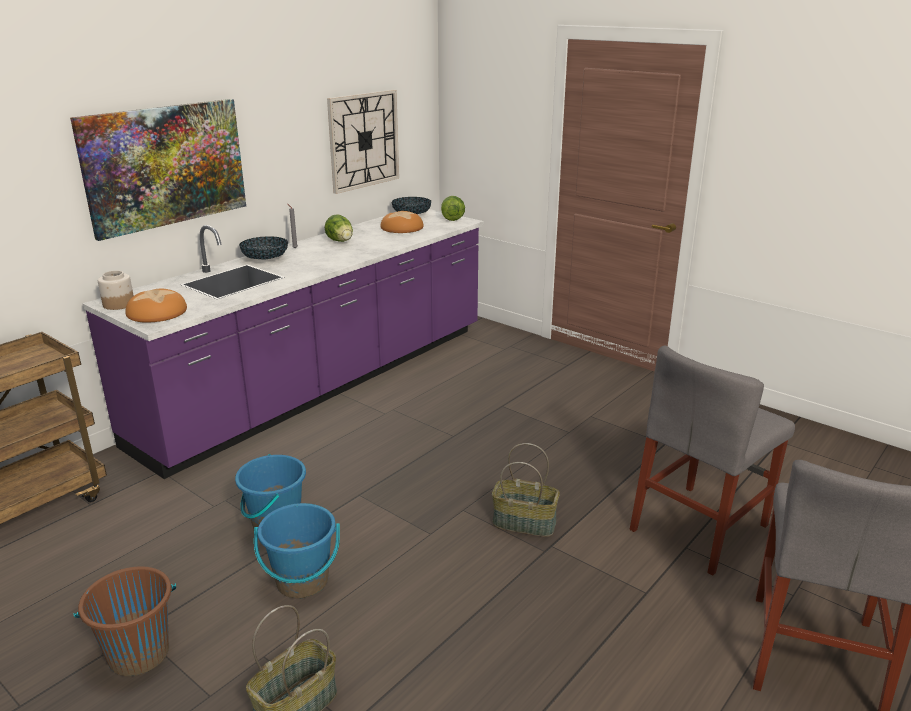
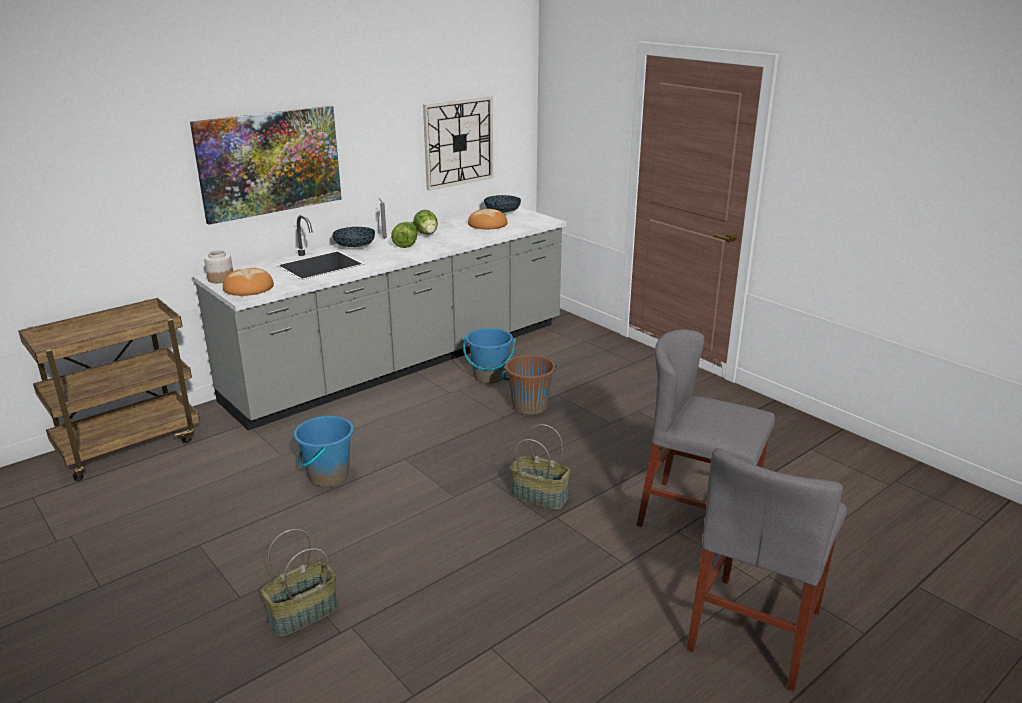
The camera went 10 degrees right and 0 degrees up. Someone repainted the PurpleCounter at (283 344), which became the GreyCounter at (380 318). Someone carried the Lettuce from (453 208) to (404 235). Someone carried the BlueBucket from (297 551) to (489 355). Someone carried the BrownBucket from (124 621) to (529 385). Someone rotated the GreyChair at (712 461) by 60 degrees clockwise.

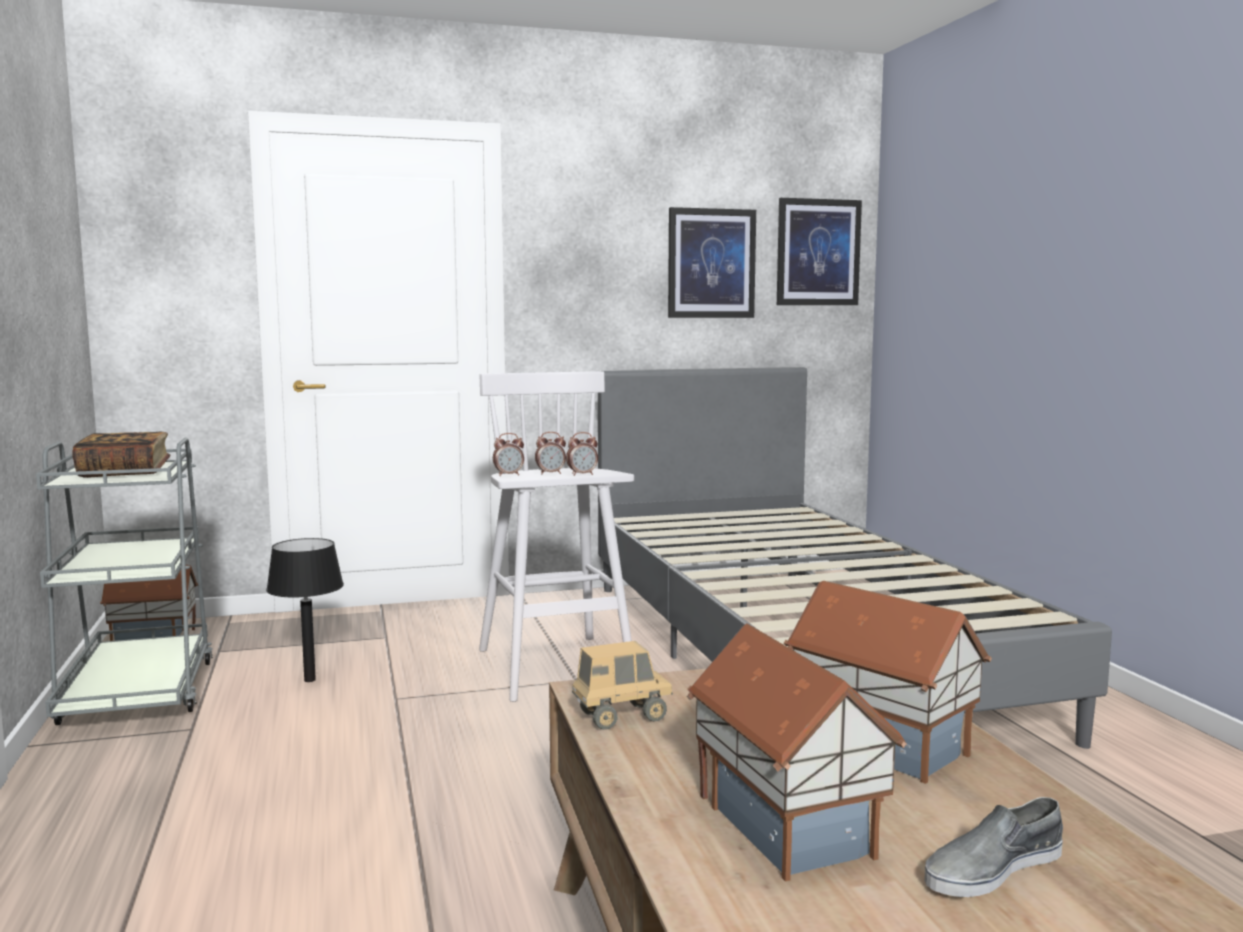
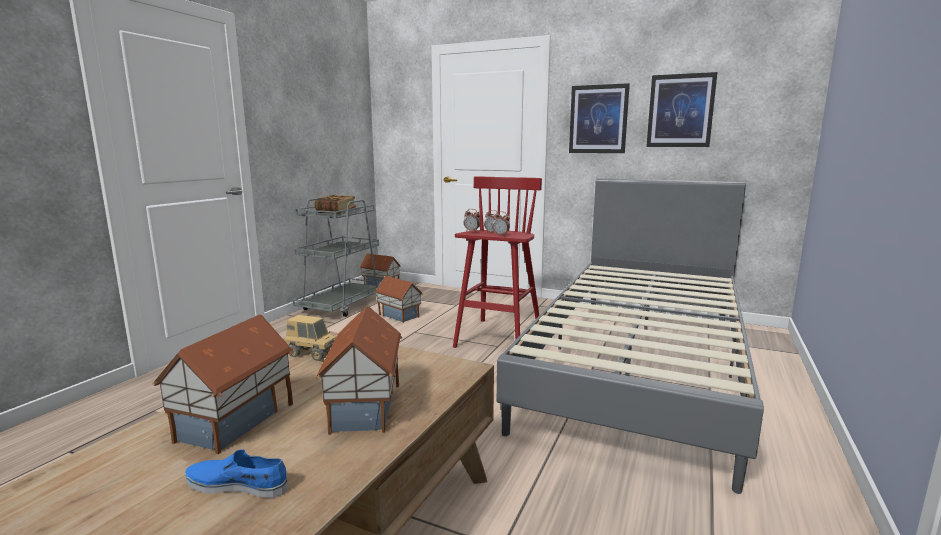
The camera went 40 degrees right and 5 degrees up. Someone repainted the GreyShoe at (993 847), which became the BlueShoe at (236 473). Someone swapped the BlackTableLamp at (305 610) for the ToyHouse at (398 299). Someone repainted the WhiteStool at (556 536), which became the RedStool at (497 262). Someone carried the Picture from (819 251) to (599 118).

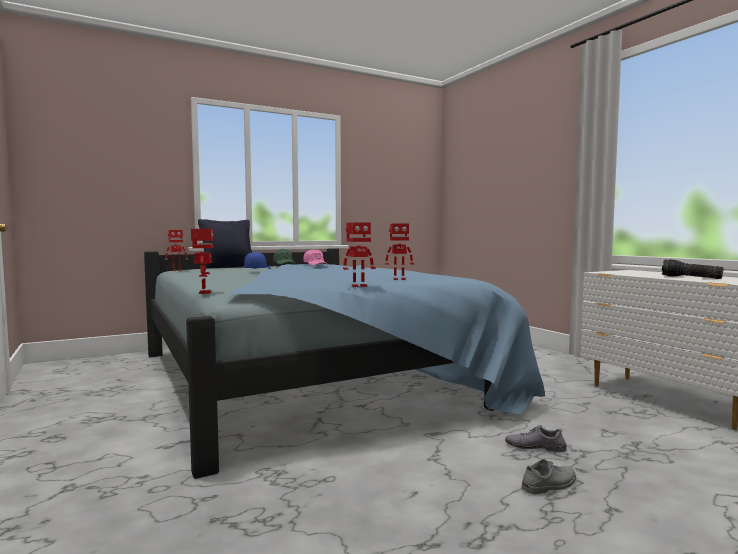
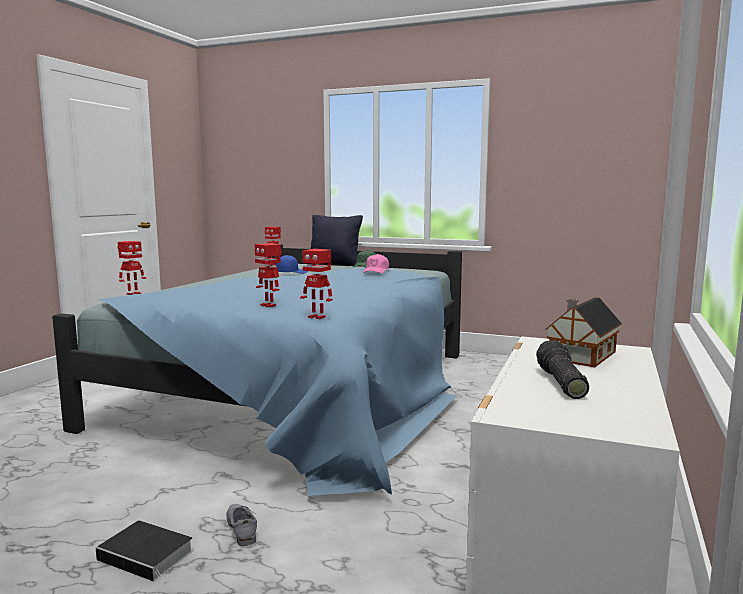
The camera went 50 degrees right and 5 degrees up. Someone swapped the GreyShoe at (548 477) for the Book at (144 551). Someone carried the ToyRobot from (359 254) to (316 284). Someone put down the ToyHouse at (583 332).

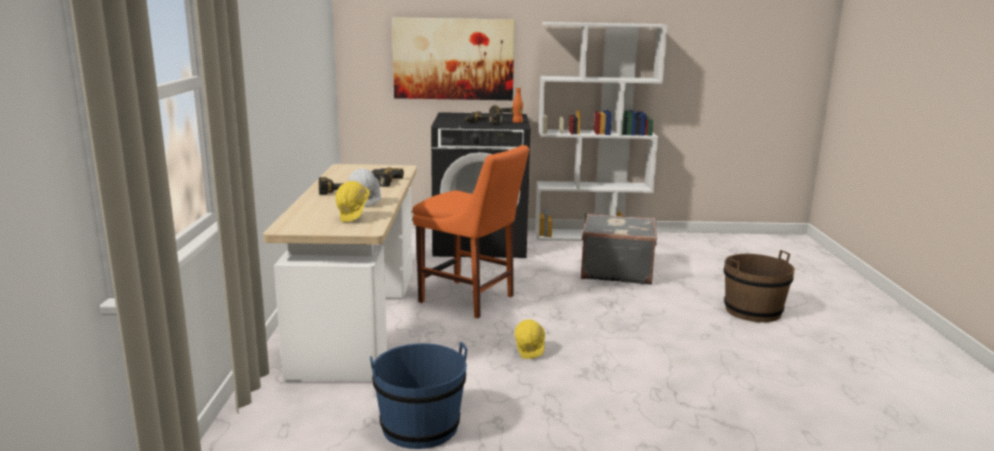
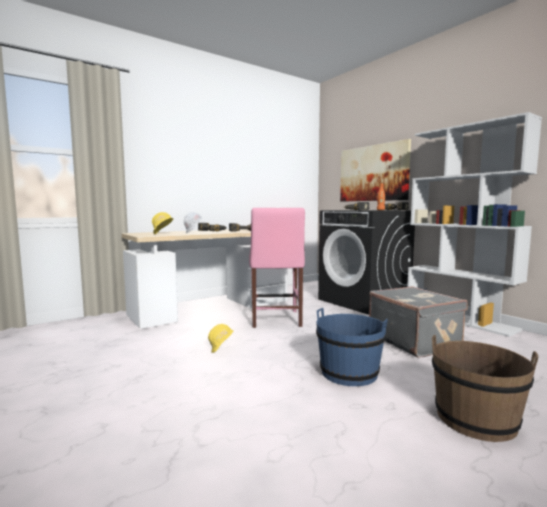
The camera went 55 degrees right and 10 degrees down. Someone repainted the OrangeChair at (471 231), which became the PinkChair at (277 268). Someone carried the BlueBucket from (418 395) to (352 347).

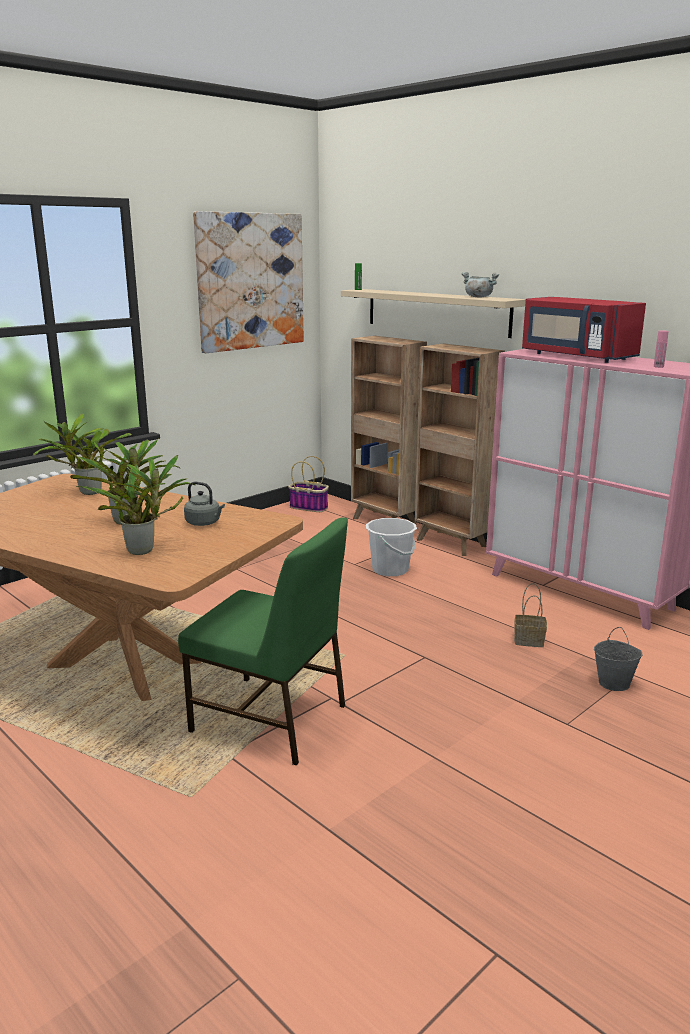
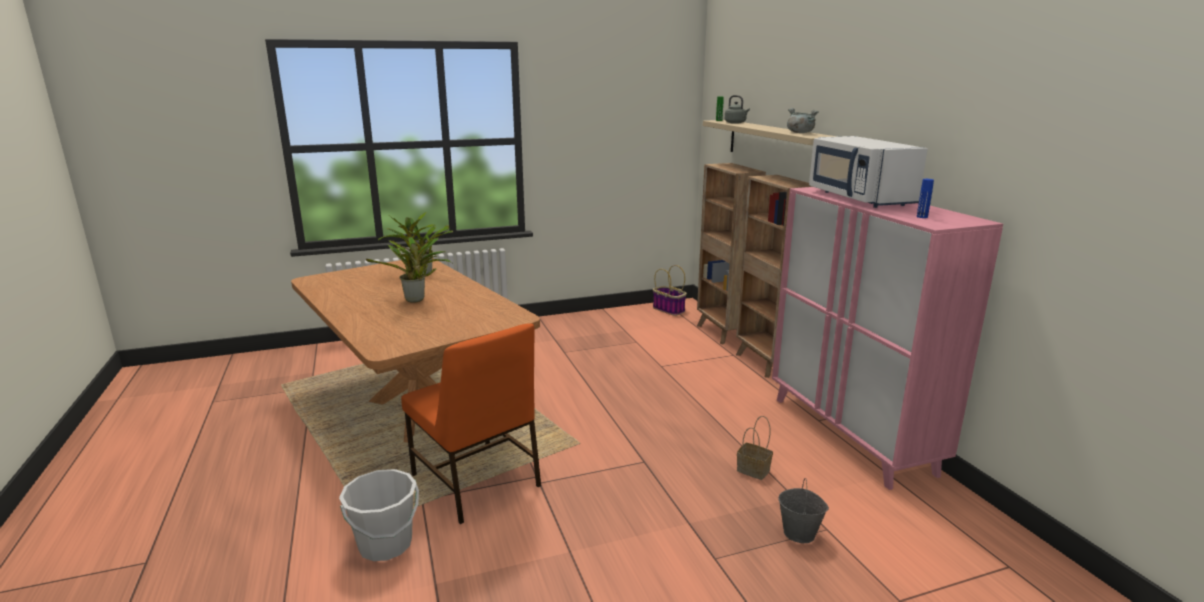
The camera went 25 degrees right and 0 degrees up. Someone carried the WhiteBucket from (391 547) to (379 515). Someone repainted the GreenChair at (263 641), which became the OrangeChair at (471 423). Someone carried the GreyKettle from (204 504) to (737 109). Someone repainted the RedMicrowave at (584 330), which became the WhiteMicrowave at (868 172). Someone repainted the PinkBottle at (661 349), which became the BlueBottle at (925 198). Someone took away the PottedPlant at (135 505). Someone took away the Picture at (248 282).

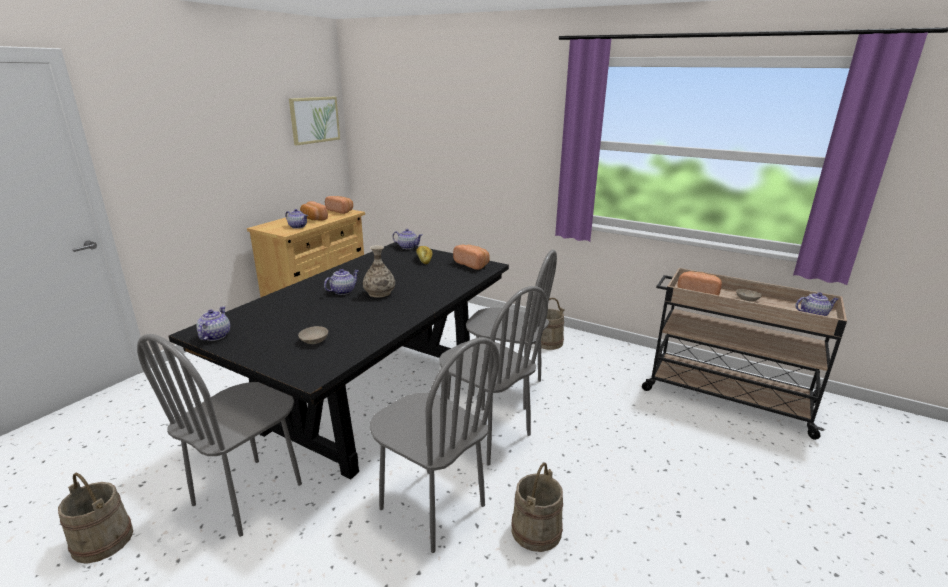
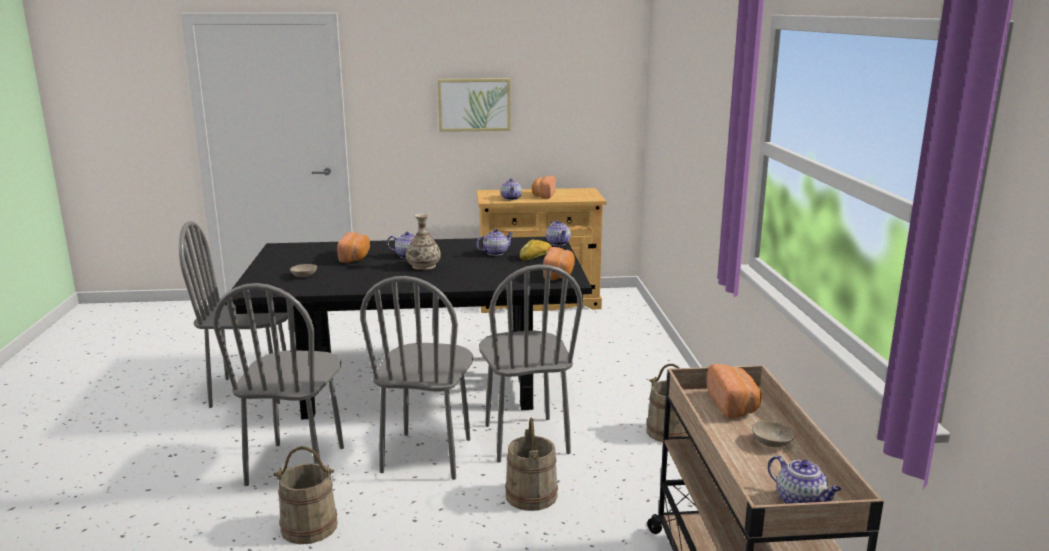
The camera went 55 degrees right and 5 degrees down. Someone carried the Bread from (339 205) to (353 247). Someone carried the Picture from (314 121) to (474 105). Someone carried the Teapot from (213 323) to (495 242). Someone carried the BeigeBucket from (95 518) to (531 464).

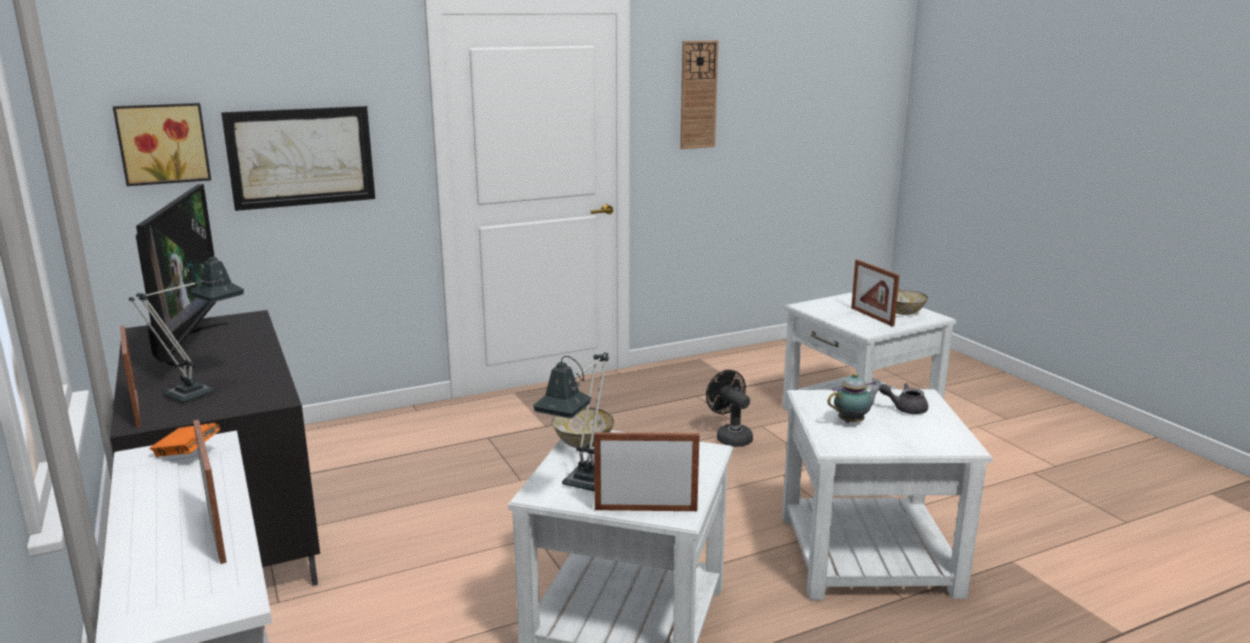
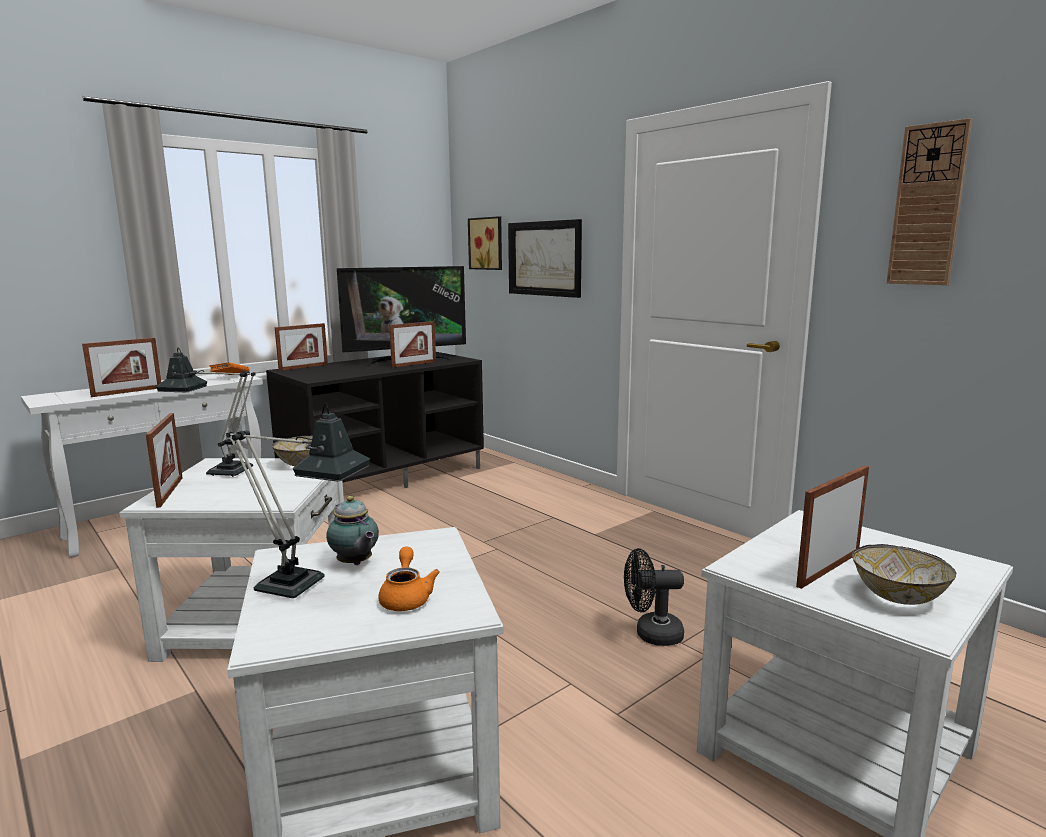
The camera went 75 degrees right and 5 degrees down. Someone carried the TableLamp from (186 327) to (298 501). Someone repainted the GreyTeapot at (903 398), which became the OrangeTeapot at (409 579). Someone put down the PictureFrame at (412 344). Someone rotated the BlackFan at (729 408) by 135 degrees counterclockwise.

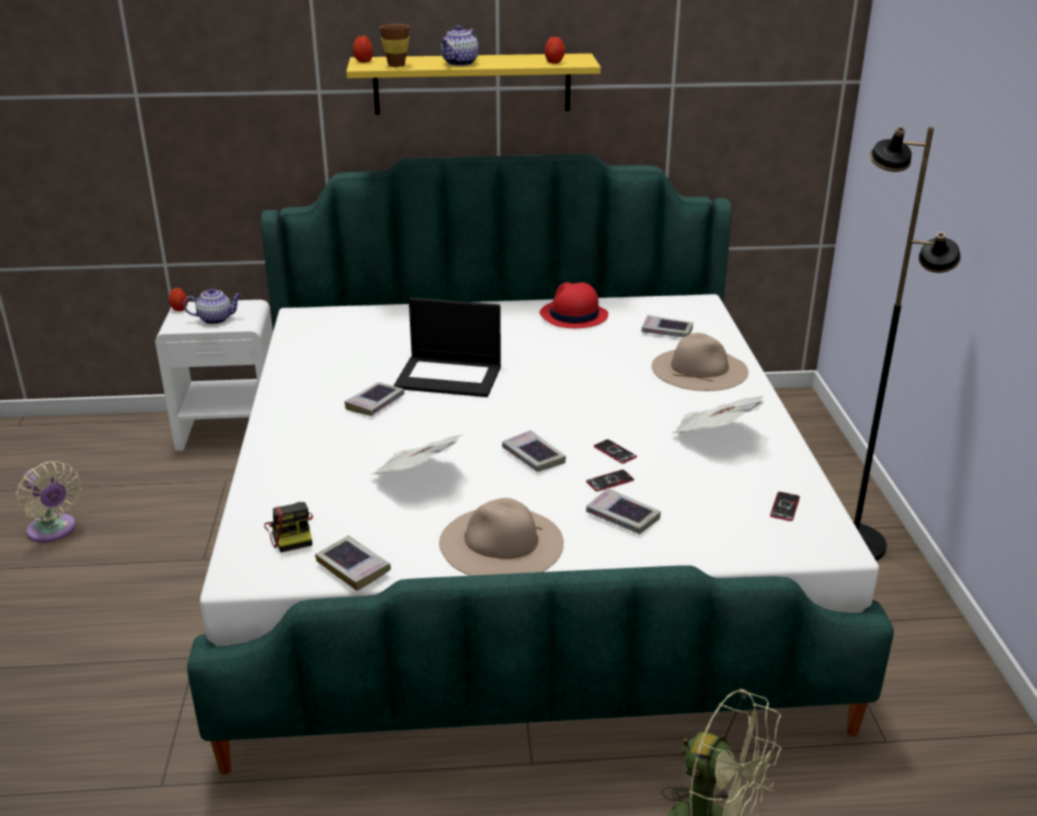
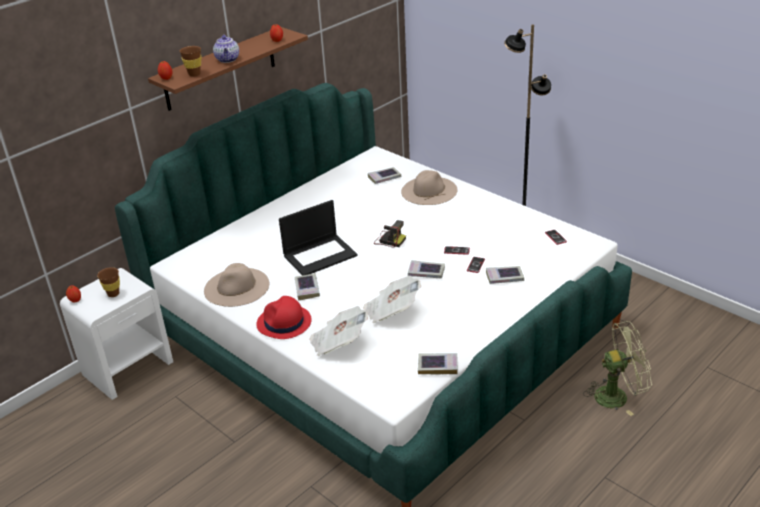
The camera went 40 degrees left and 5 degrees up. Someone swapped the Teapot at (212 306) for the BrownCup at (108 282). Someone repainted the YellowShelf at (473 84), which became the BrownShelf at (228 69). Someone carried the BeigeHat from (501 537) to (236 285). Someone carried the RedHat from (574 305) to (284 317). Someone carried the Newspaper from (718 414) to (338 331). Someone carried the PhotoCamera from (288 527) to (390 233). Someone took away the BeigeFan at (48 502).

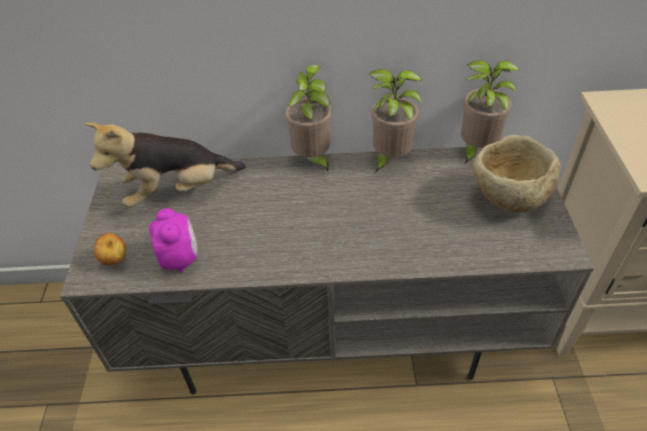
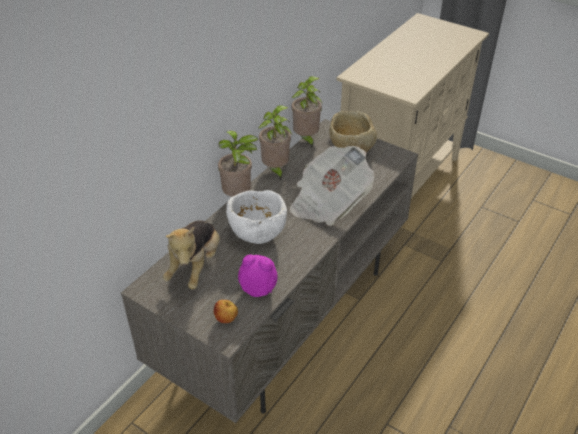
The camera went 55 degrees left and 5 degrees down. Someone put down the WhiteBowl at (256 217). Someone put down the Newspaper at (331 186).

